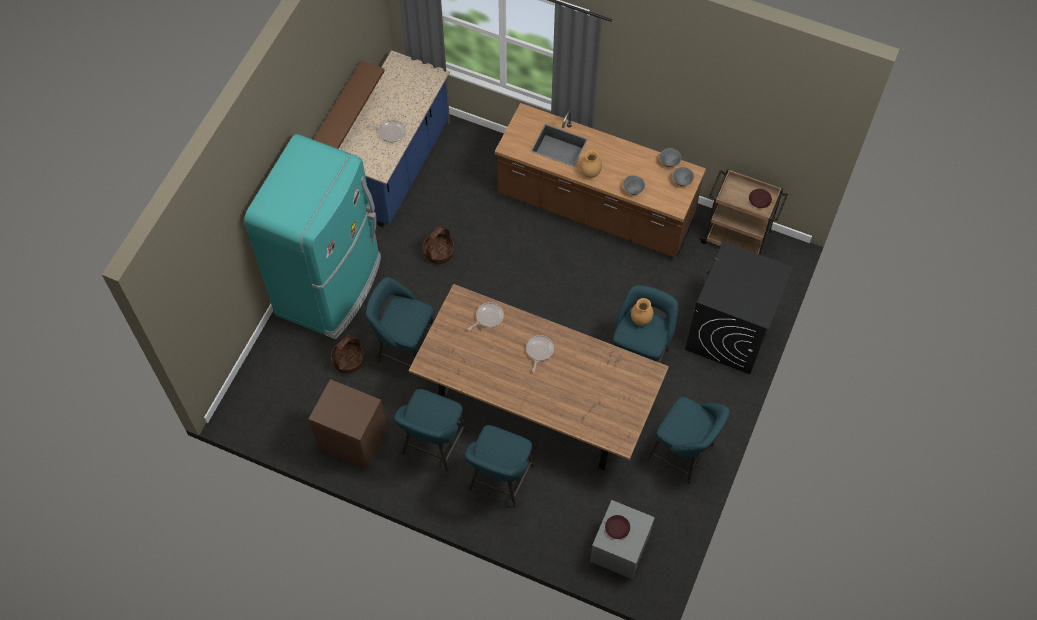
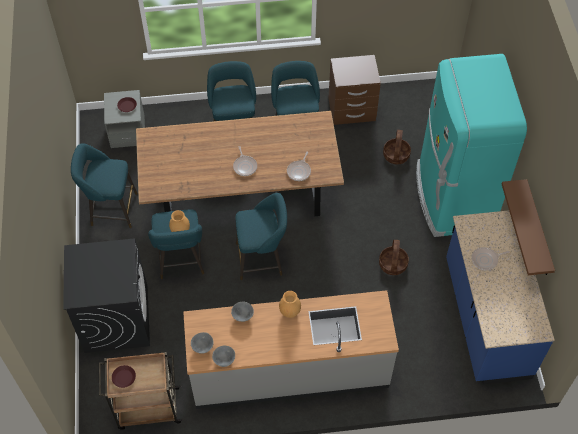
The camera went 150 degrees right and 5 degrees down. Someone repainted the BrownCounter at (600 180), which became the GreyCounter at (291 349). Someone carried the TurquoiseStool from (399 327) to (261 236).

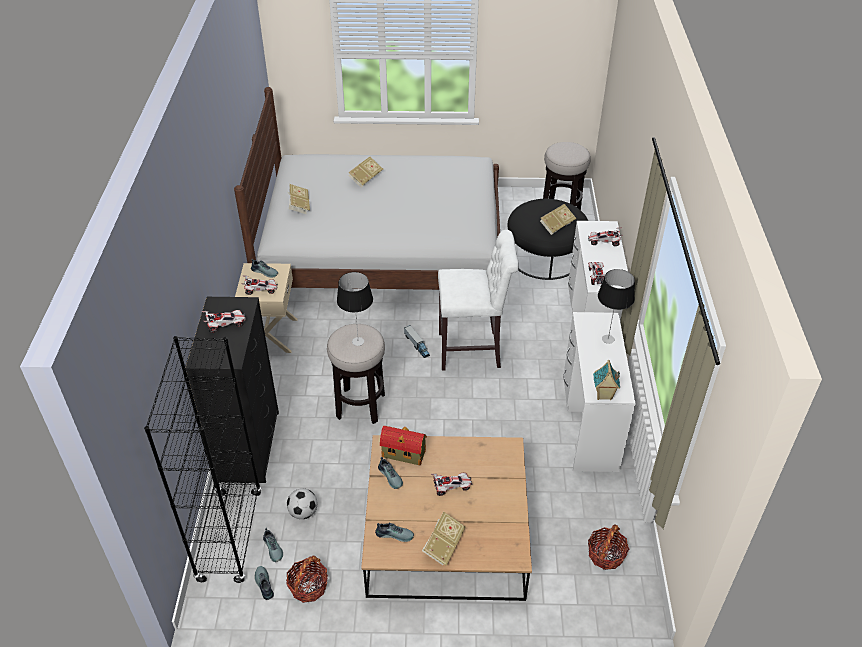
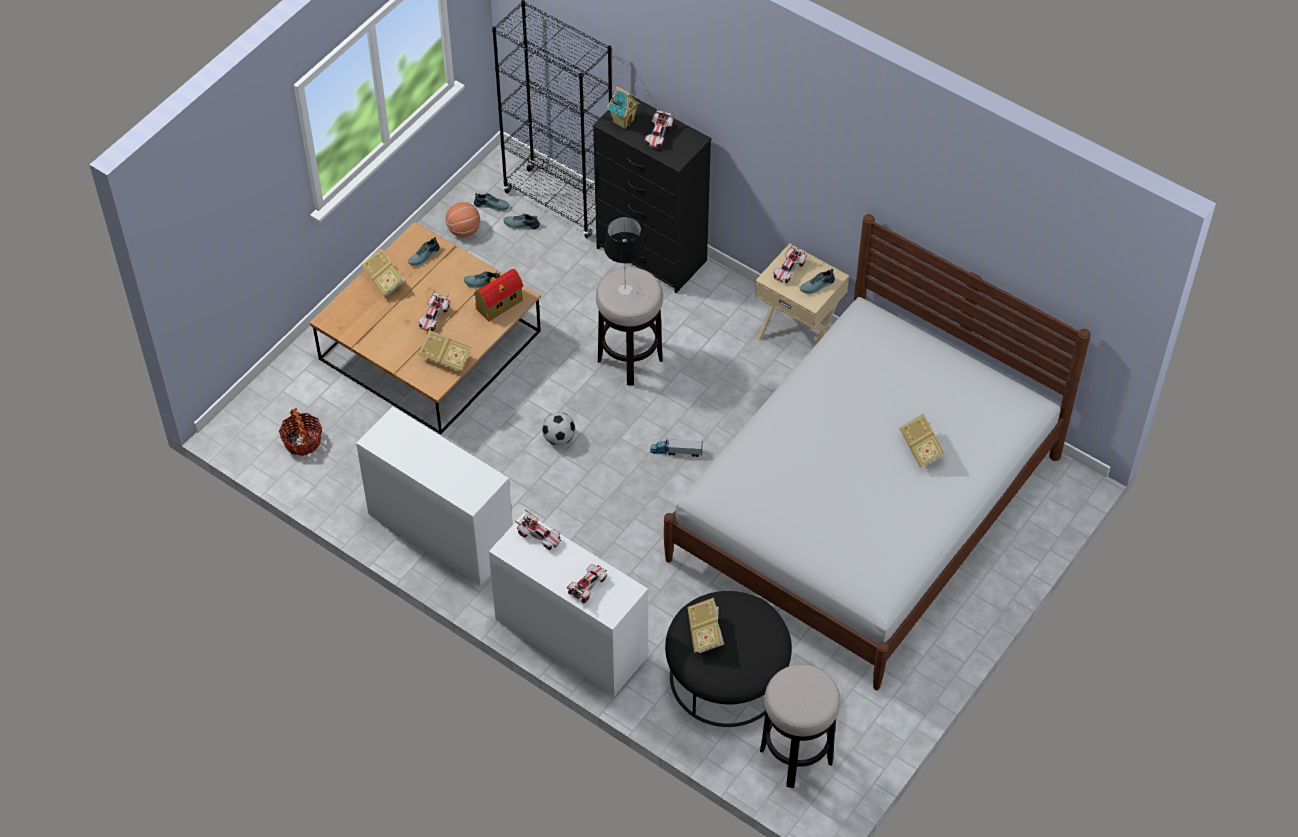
The camera went 125 degrees right and 10 degrees up. Someone carried the Book from (299 199) to (444 351). Someone swapped the Basket at (307 579) for the Basketball at (463 219). Someone carried the Football from (302 503) to (558 428). Someone carried the ToyHouse from (606 380) to (623 107). Someone took away the WhiteStool at (478 300). Someone took away the TableLamp at (616 306).

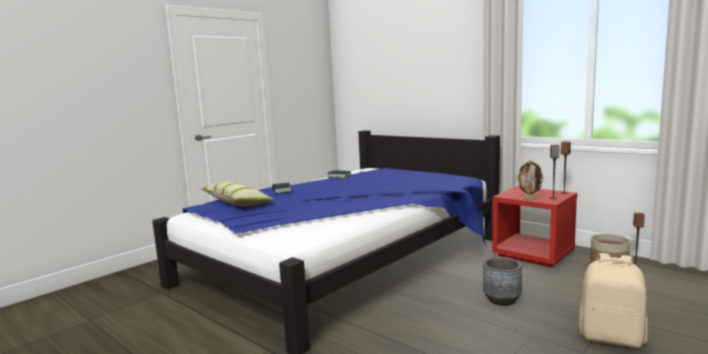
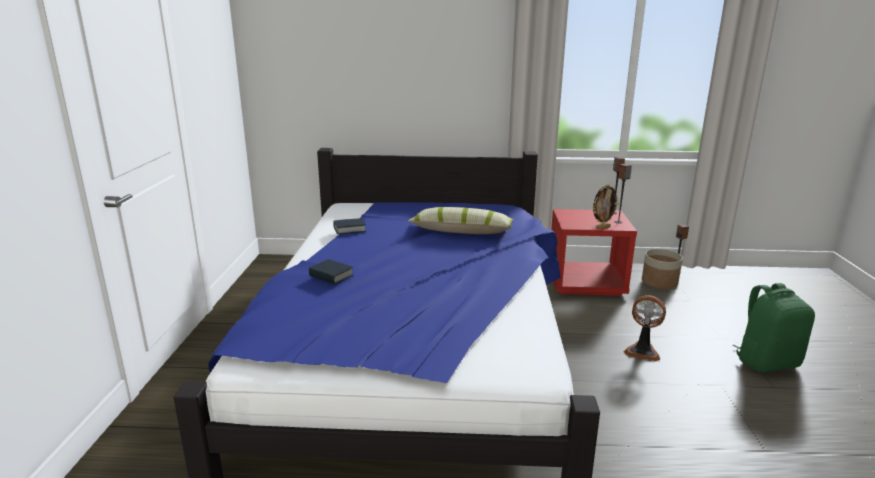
The camera went 40 degrees left and 10 degrees up. Someone carried the Pillow from (237 194) to (460 220). Someone swapped the GreyPlanter at (502 281) for the Fan at (645 328). Someone repainted the BeigeBackpack at (613 300), which became the GreenBackpack at (773 327).

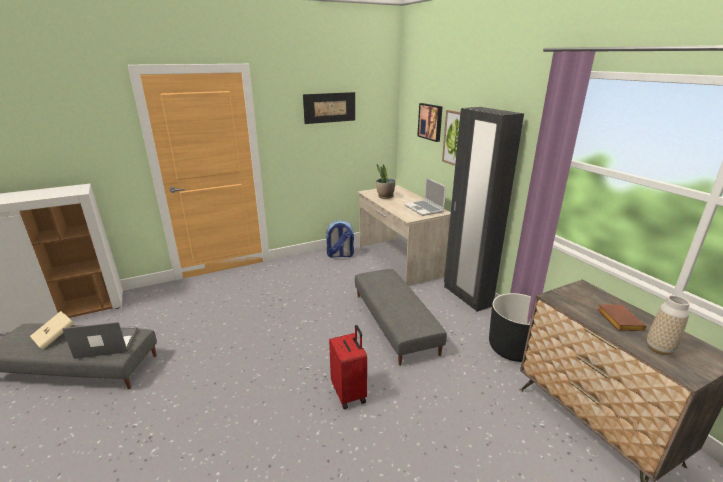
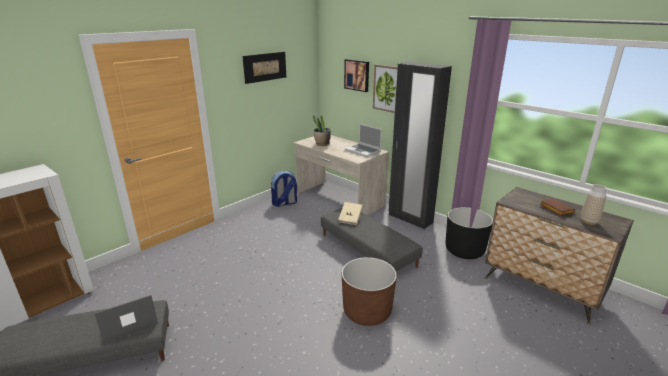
The camera went 20 degrees left and 0 degrees up. Someone carried the BeigeBook from (52 330) to (350 213). Someone swapped the RedSuitcase at (348 367) for the BrownPlanter at (369 291).

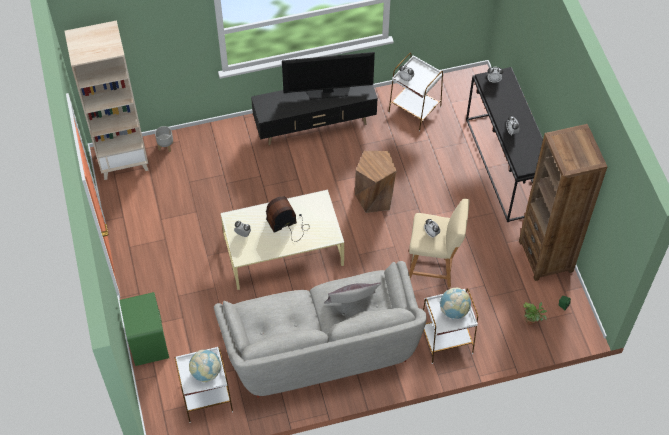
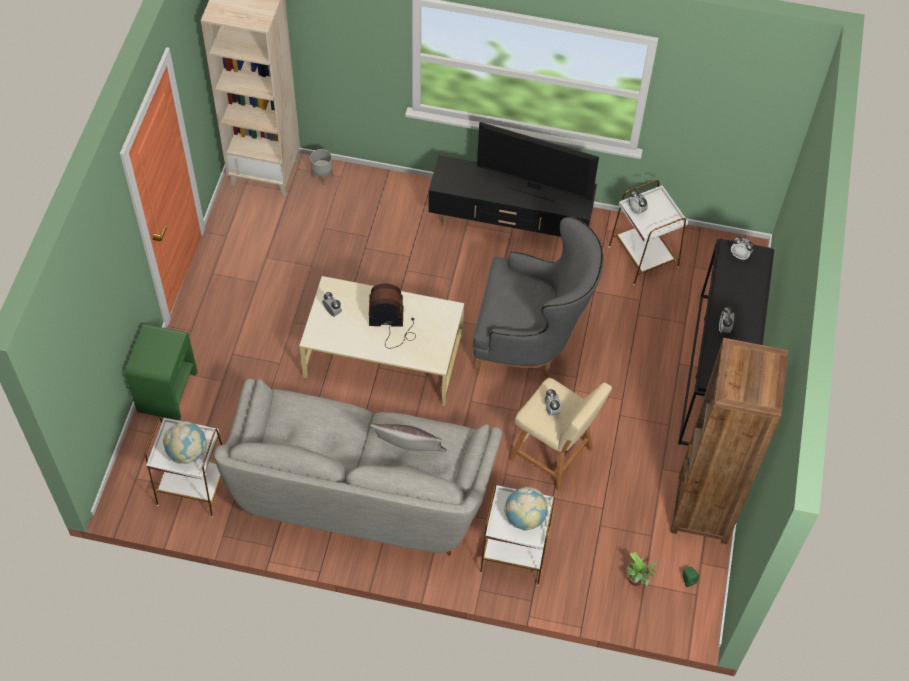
The camera went 25 degrees right and 0 degrees up. Someone swapped the BrownStool at (376 182) for the GreyArmchair at (538 297).

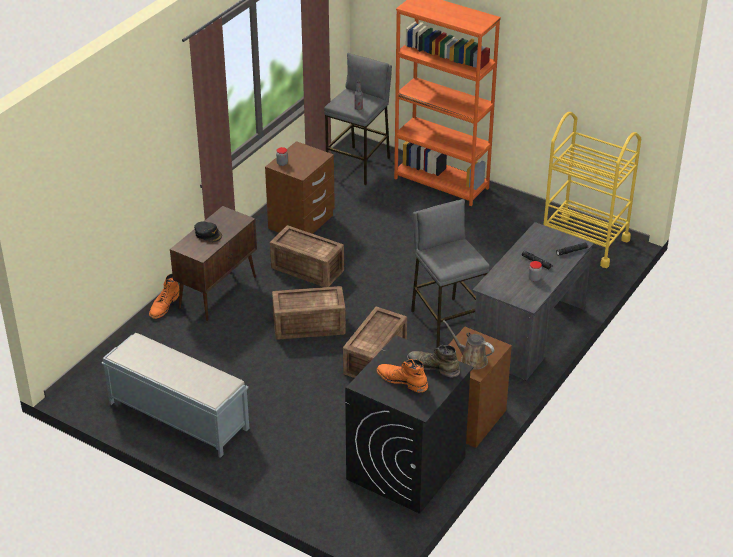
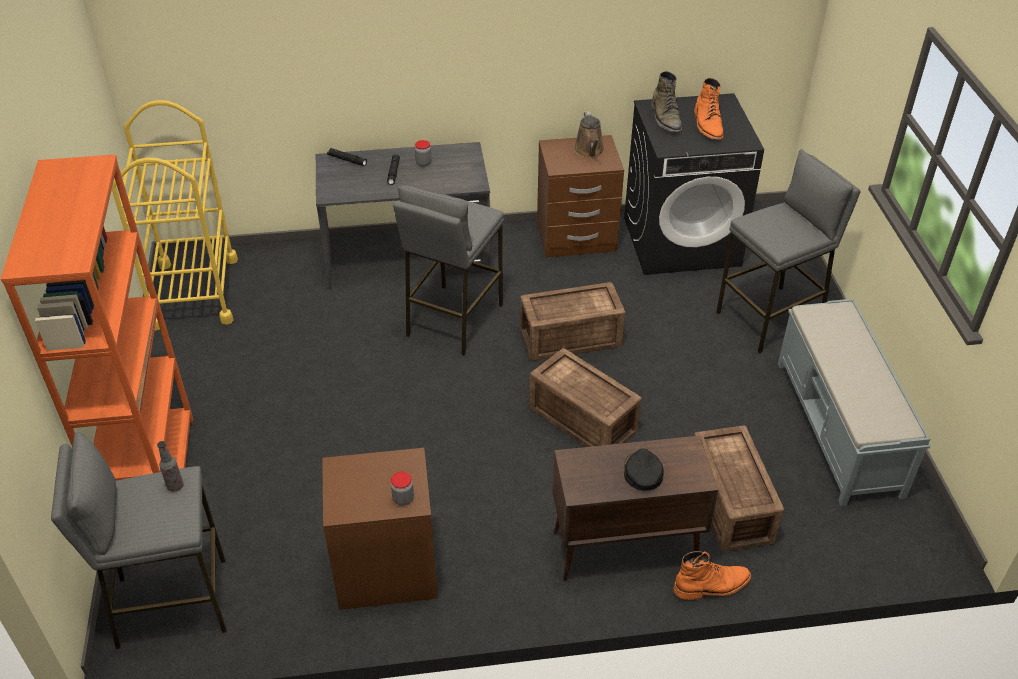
The camera went 130 degrees left and 5 degrees up. Someone carried the Crate from (307 256) to (739 488). Someone put down the GreyStool at (788 251).

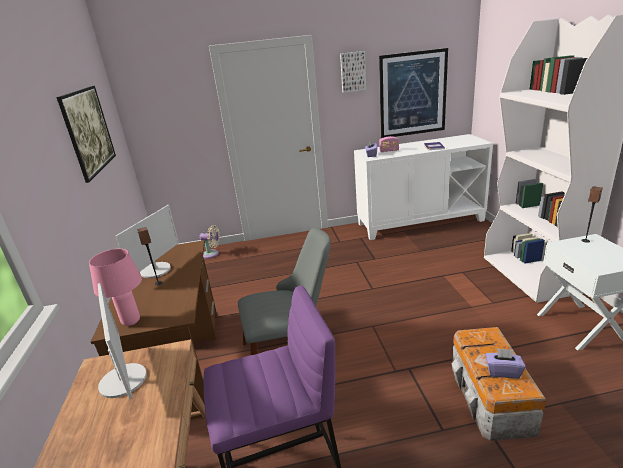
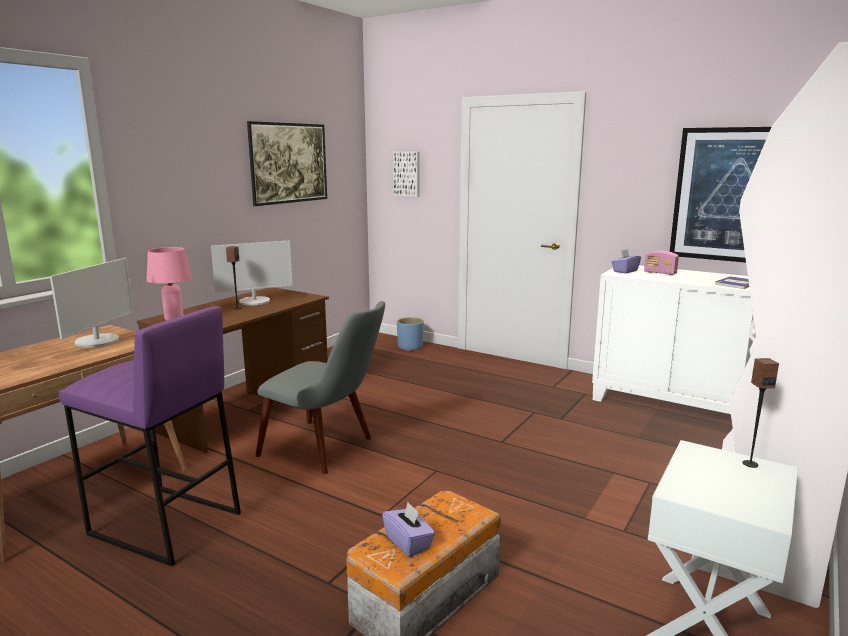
The camera went 40 degrees right and 10 degrees down. Someone carried the Picture from (353 72) to (406 174). Someone swapped the BeigeFan at (209 241) for the BluePlanter at (410 334).

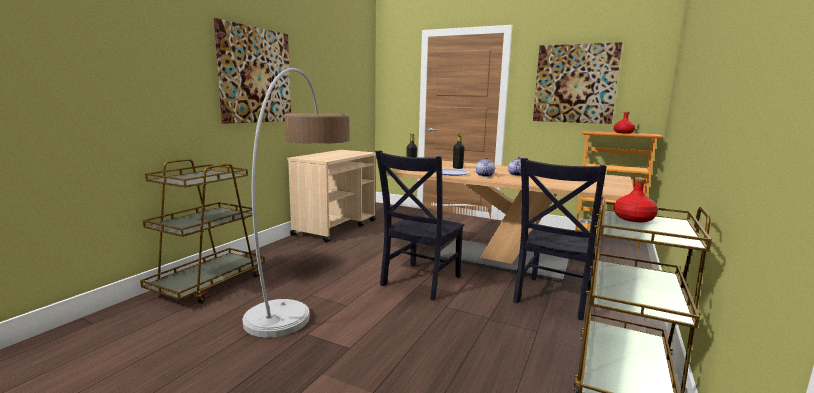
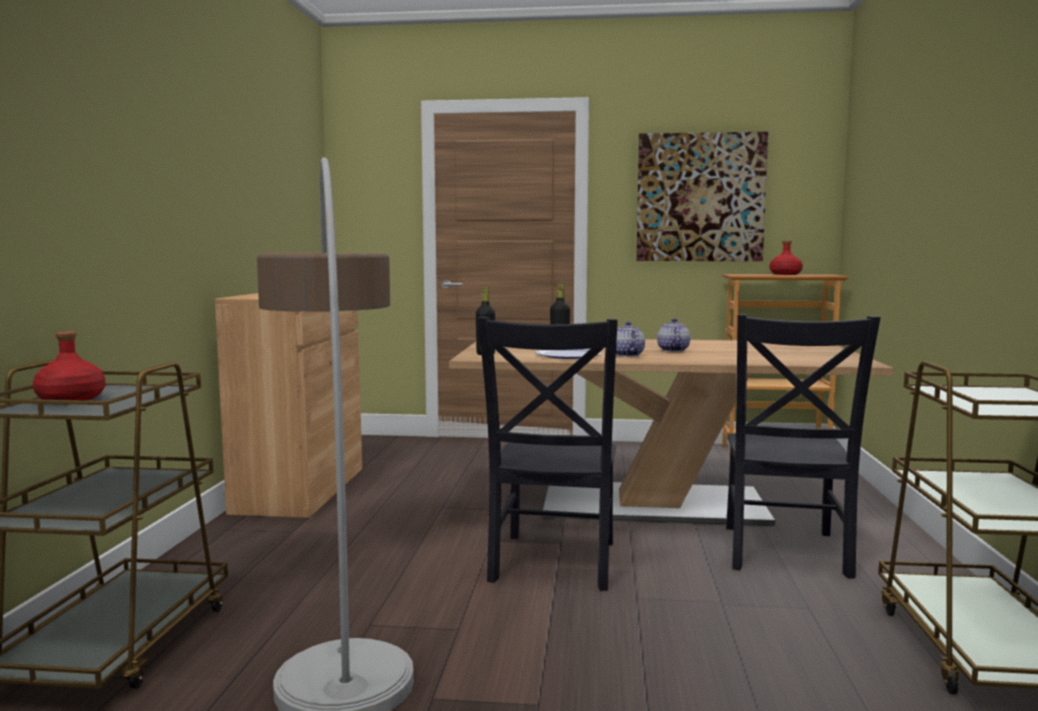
The camera went 20 degrees left and 5 degrees down. Someone carried the RedBottle from (636 199) to (69 366). Someone swapped the BeigeCart at (331 196) for the BrownCabinet at (288 405). Someone took away the Picture at (252 71).

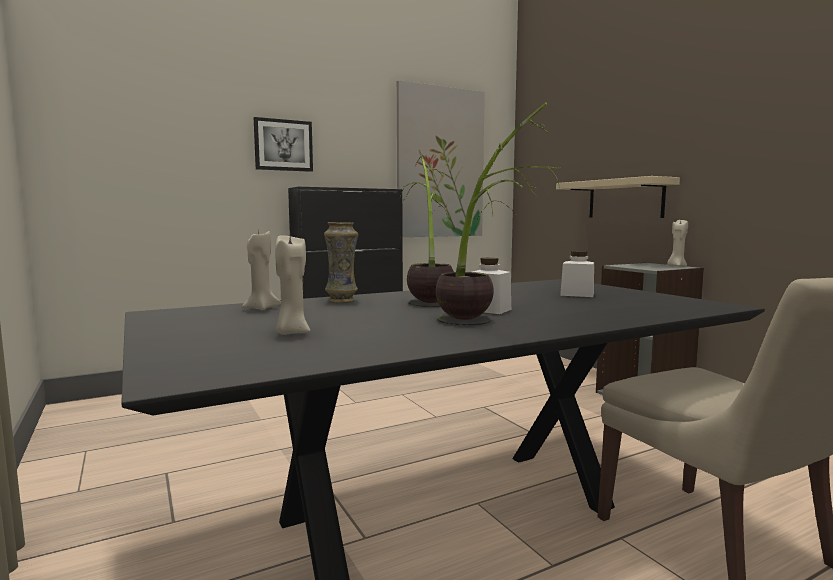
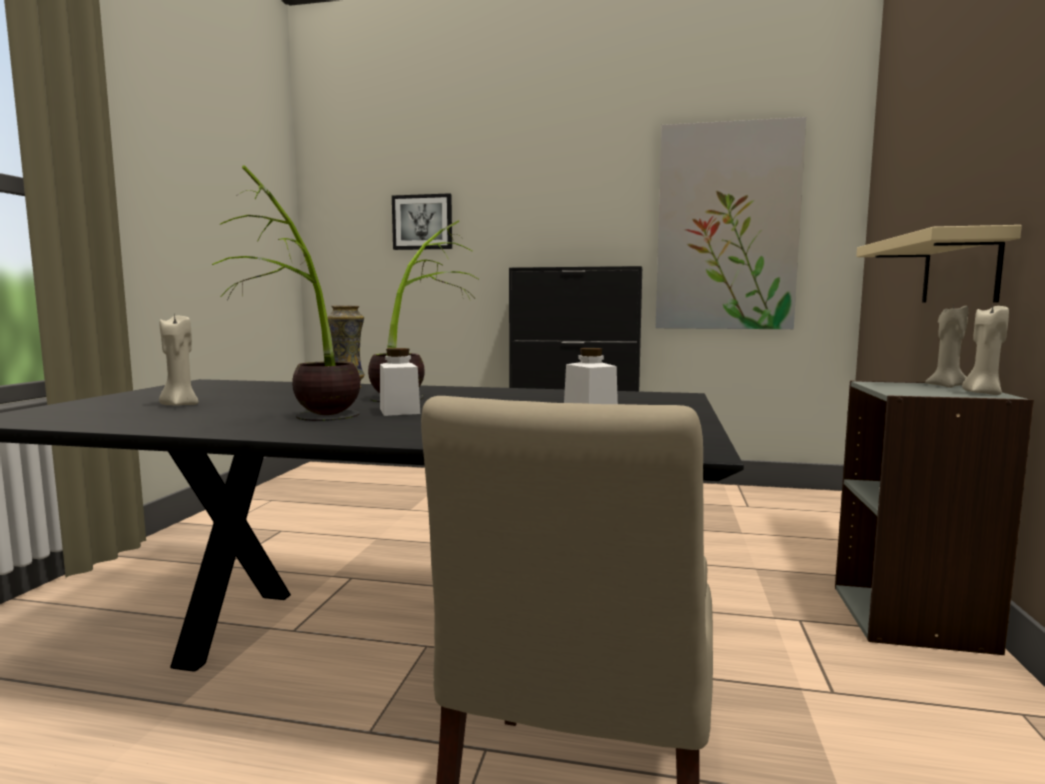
The camera went 40 degrees right and 0 degrees up. Someone carried the Picture from (283 144) to (422 221). Someone carried the BeigeCandle from (261 270) to (946 346).

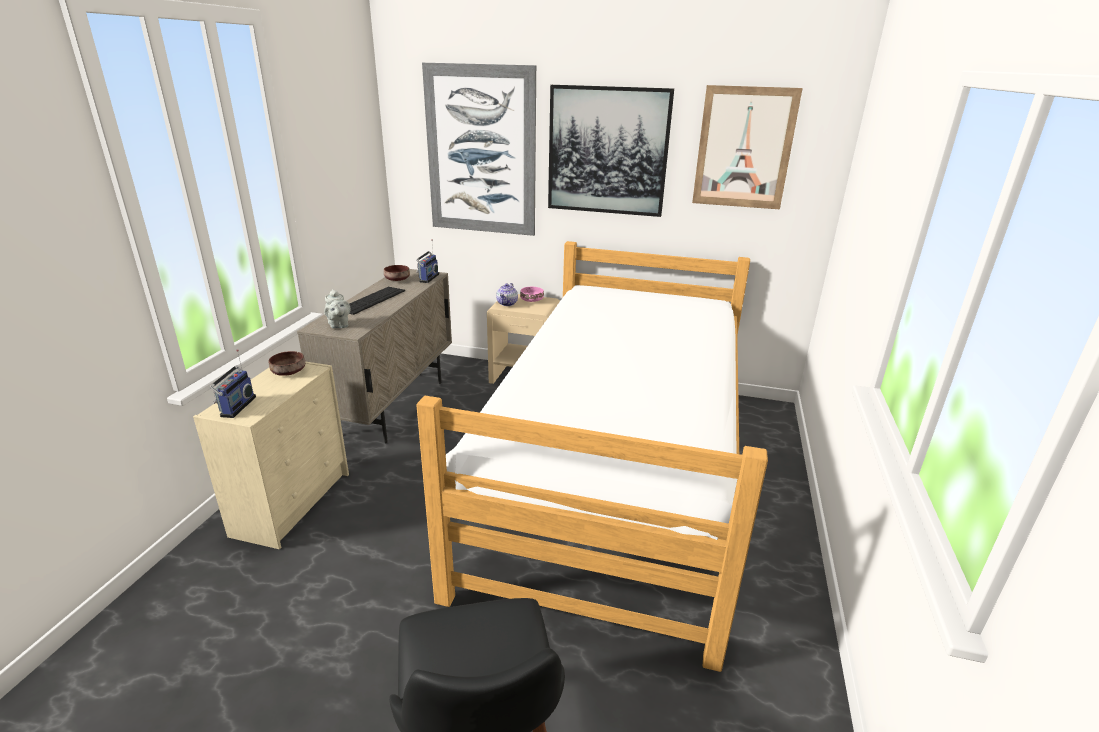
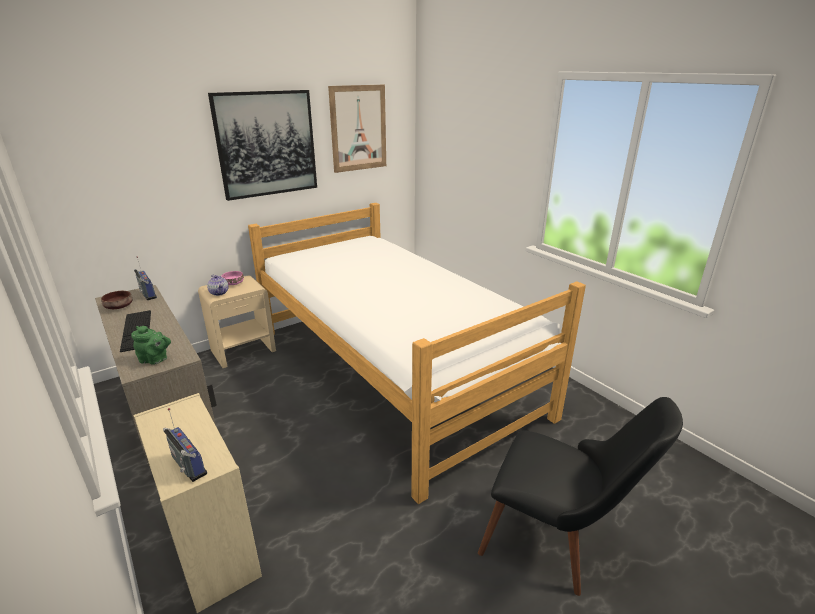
The camera went 50 degrees left and 0 degrees up. Someone repainted the GreyTeapot at (337 309), which became the GreenTeapot at (151 345). Someone took away the BrownBowl at (286 363). Someone took away the Picture at (479 149).

